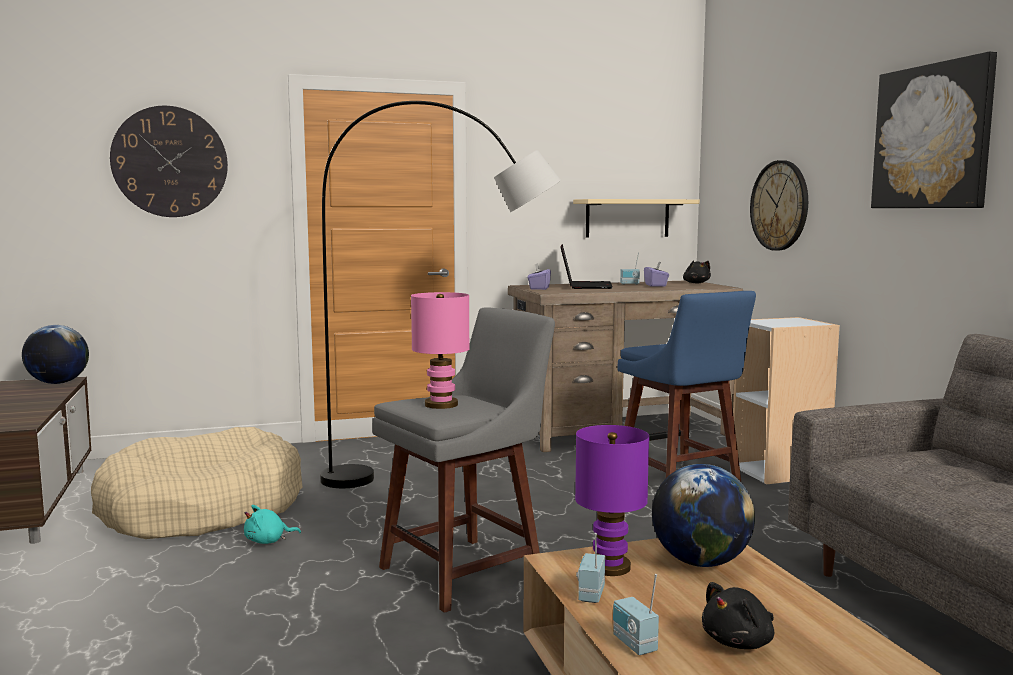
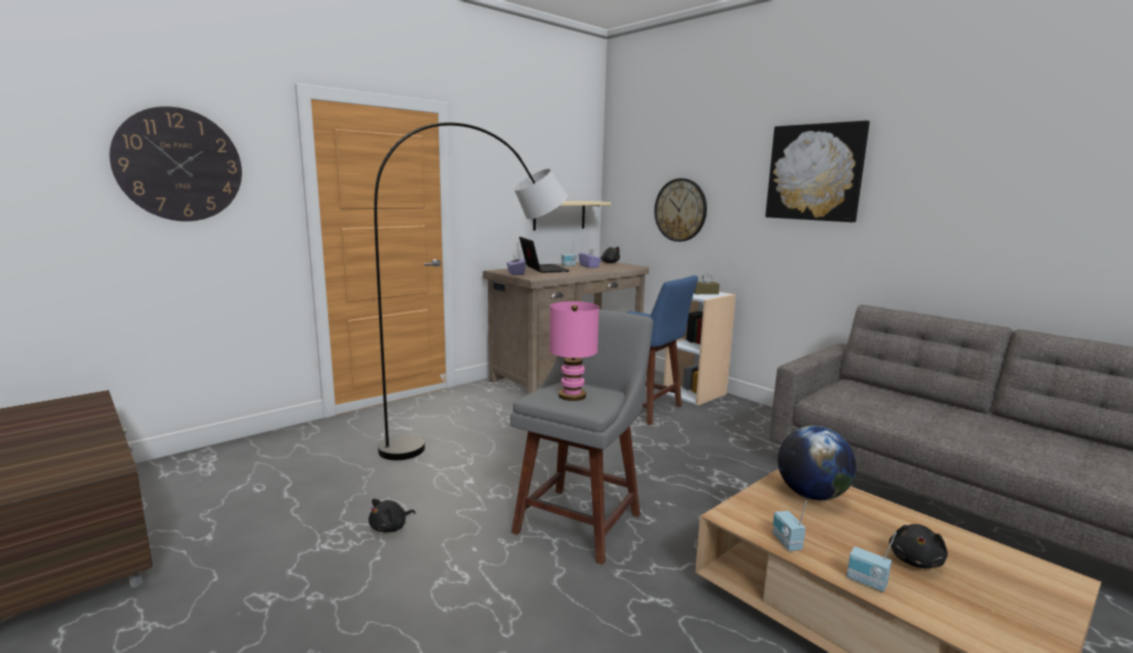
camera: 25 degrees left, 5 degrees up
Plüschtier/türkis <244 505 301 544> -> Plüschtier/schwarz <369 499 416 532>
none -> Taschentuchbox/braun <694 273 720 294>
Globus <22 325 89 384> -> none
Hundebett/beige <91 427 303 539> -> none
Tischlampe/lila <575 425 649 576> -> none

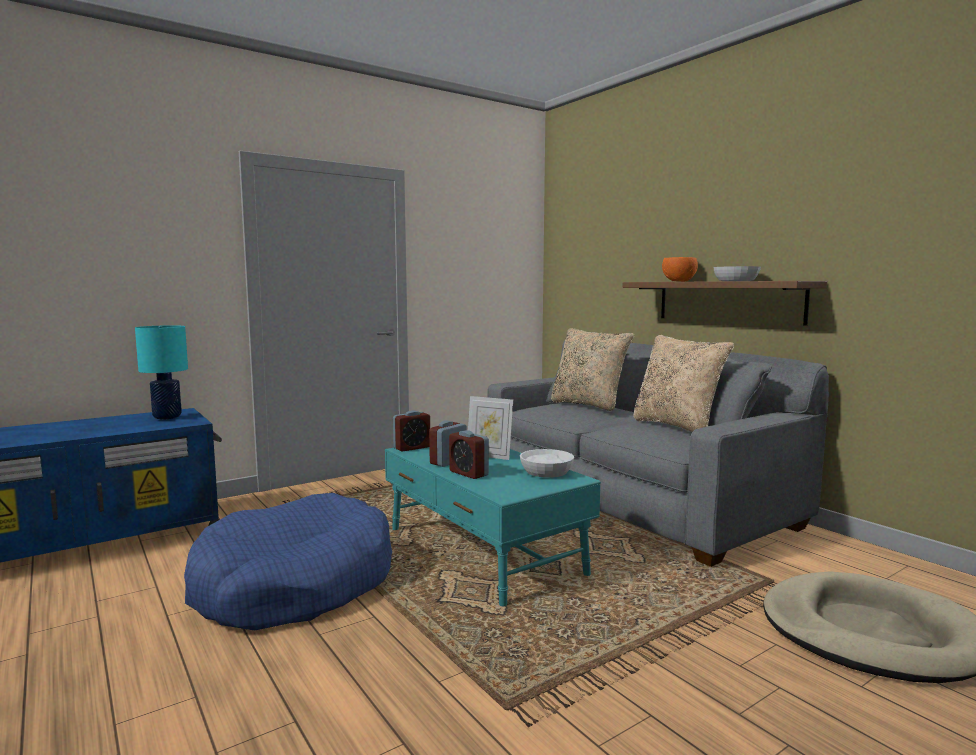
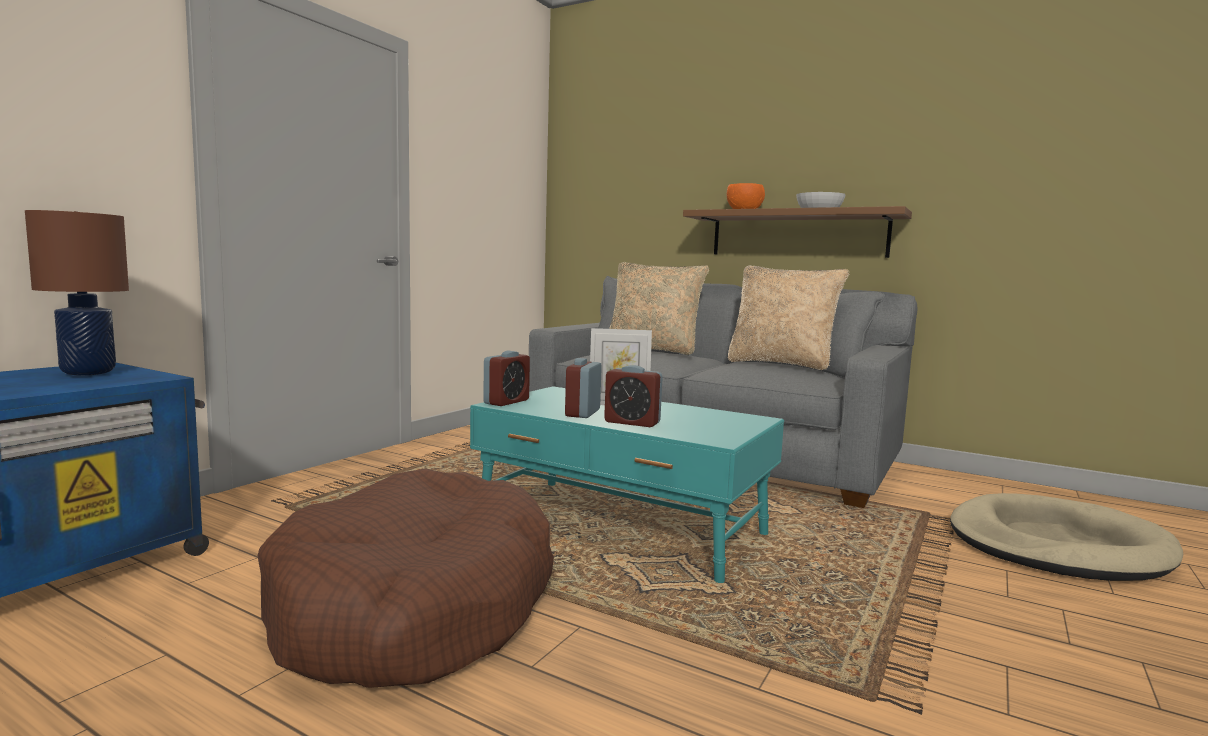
camera: 25 degrees left, 0 degrees up
Tischlampe/türkis <135 325 188 419> -> Tischlampe/braun <25 210 129 376>
Hundebett/blau <184 493 392 630> -> Hundebett/braun <258 468 554 688>
Schüssel/weiß <520 449 574 478> -> none

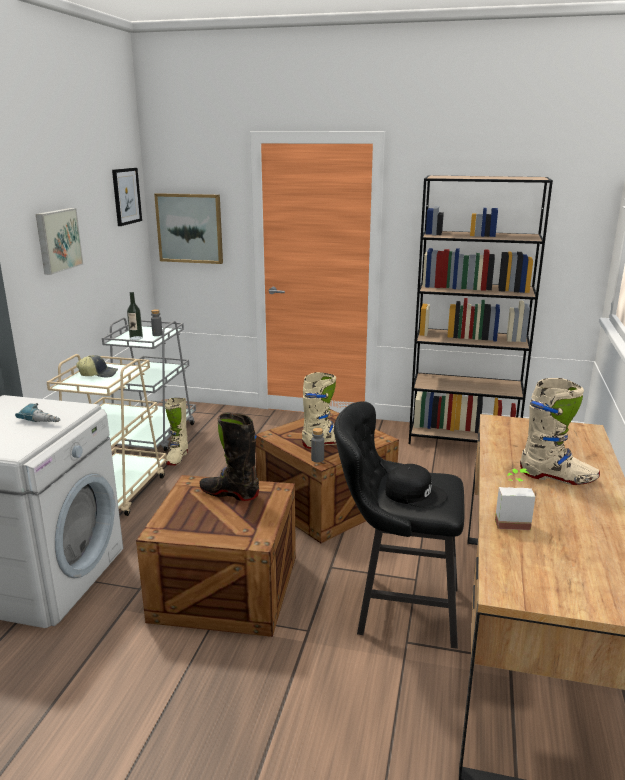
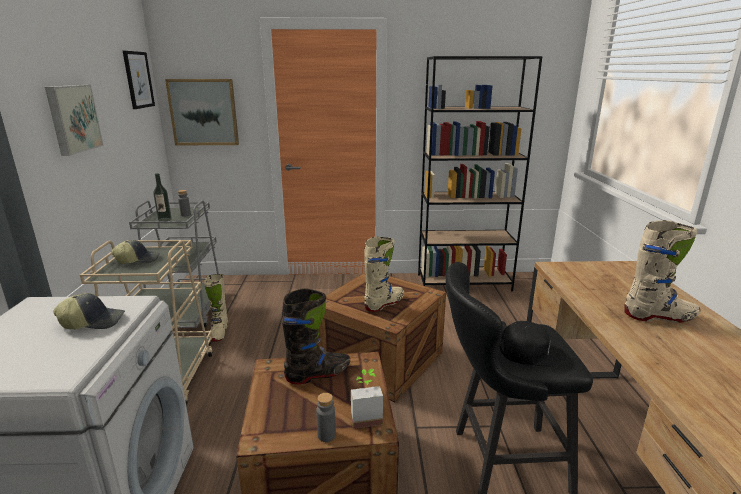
camera: 15 degrees left, 0 degrees up
Bohrmaschine <15 403 60 422> -> Kappe <53 293 125 329>
Stiefel/schwarz <199 413 259 501> -> Stiefel/schwarz <282 288 350 385>, 150 degrees clockwise
Flasche/grau <311 428 324 462> -> Flasche/grau <316 393 336 442>, shifted
Topfpflanze <495 468 535 530> -> Topfpflanze <351 369 383 429>, shifted

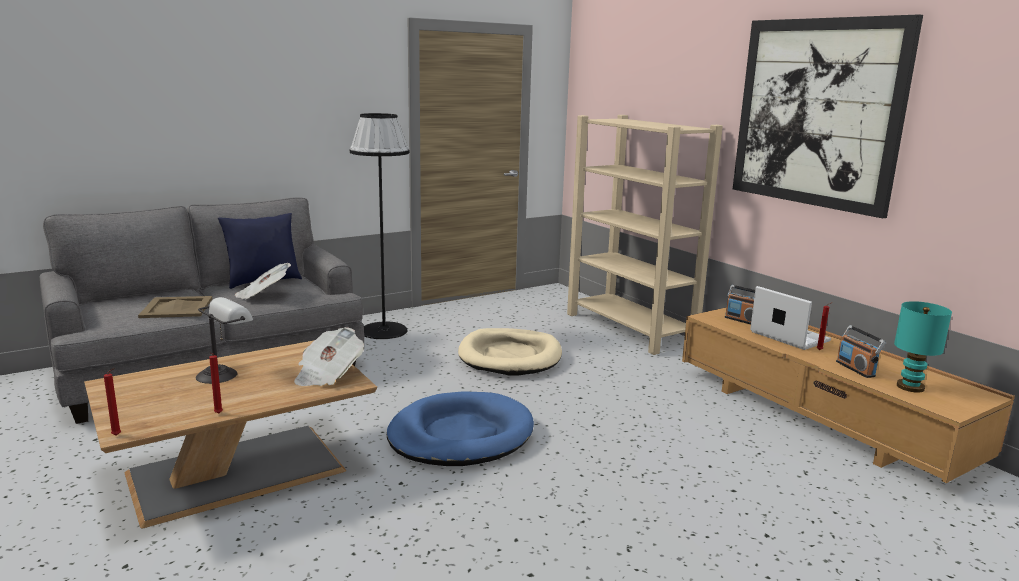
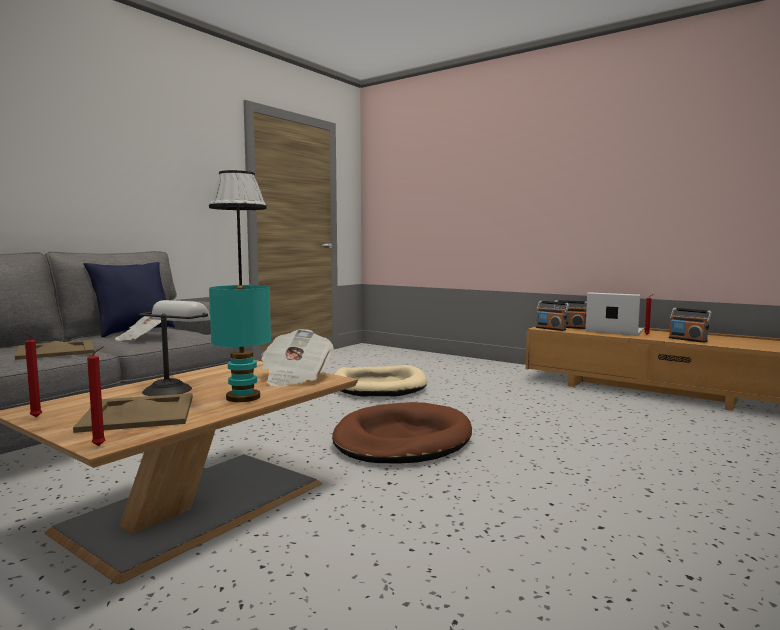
camera: 20 degrees left, 10 degrees down
Kerze/rot <209 352 223 414> -> Kerze/rot <25 333 42 417>, shifted
none -> Tablett/beige <73 393 193 433>
Tischlampe/türkis <894 301 952 393> -> Tischlampe/türkis <209 285 271 402>, shifted
Hundebett/blau <387 391 534 466> -> Hundebett/braun <332 402 472 463>
none -> Radio <536 301 569 331>
Bücherregal/beige <567 115 723 355> -> none
Bild <733 14 923 218> -> none

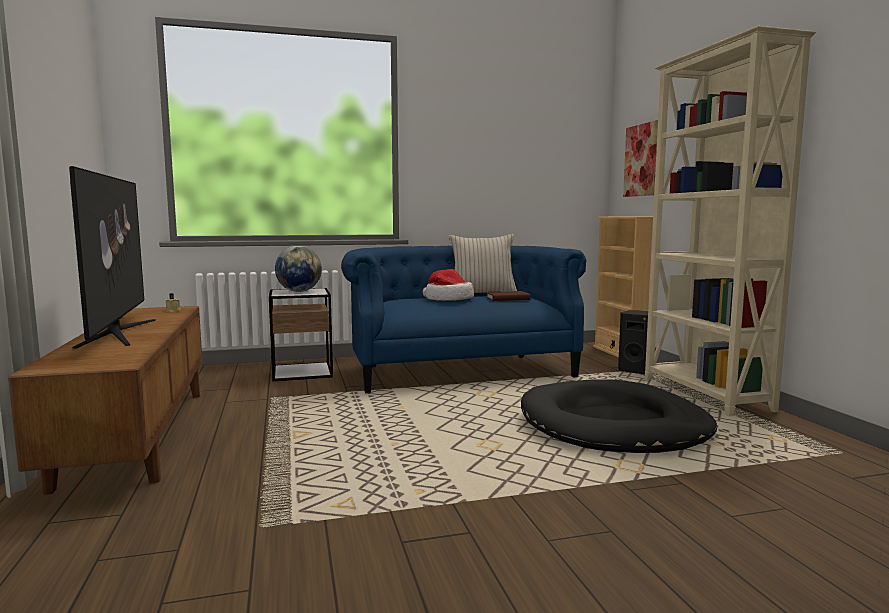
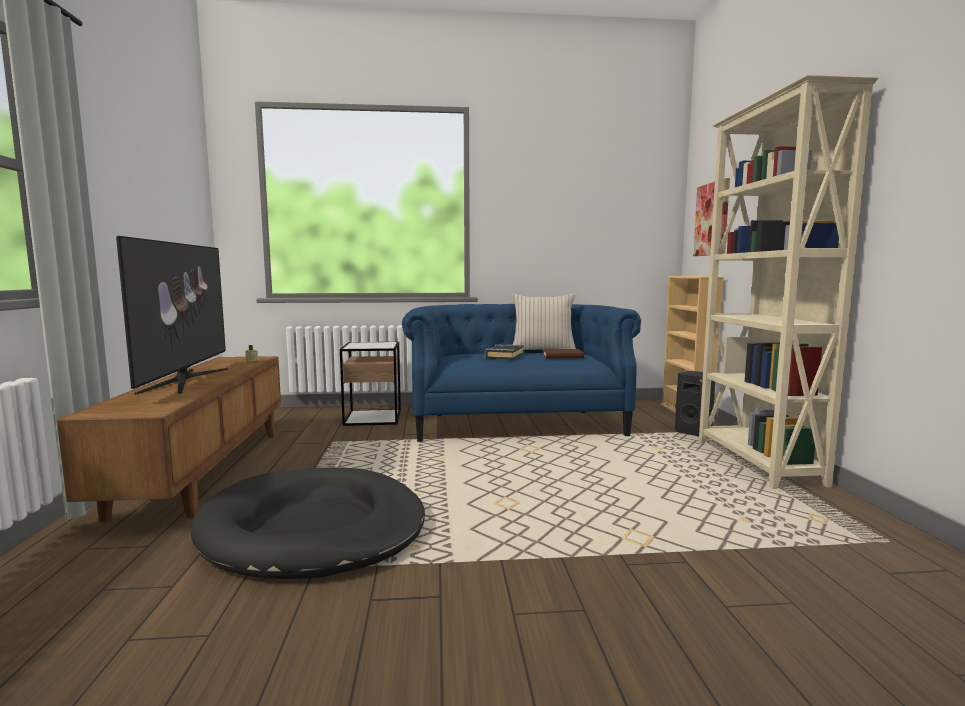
camera: 10 degrees right, 0 degrees up
Hundebett/schwarz <521 379 717 453> -> Hundebett/schwarz <191 467 425 579>, shifted
Hut <423 269 474 301> -> Buch/schwarz <485 344 524 360>
Globus <275 246 322 292> -> none

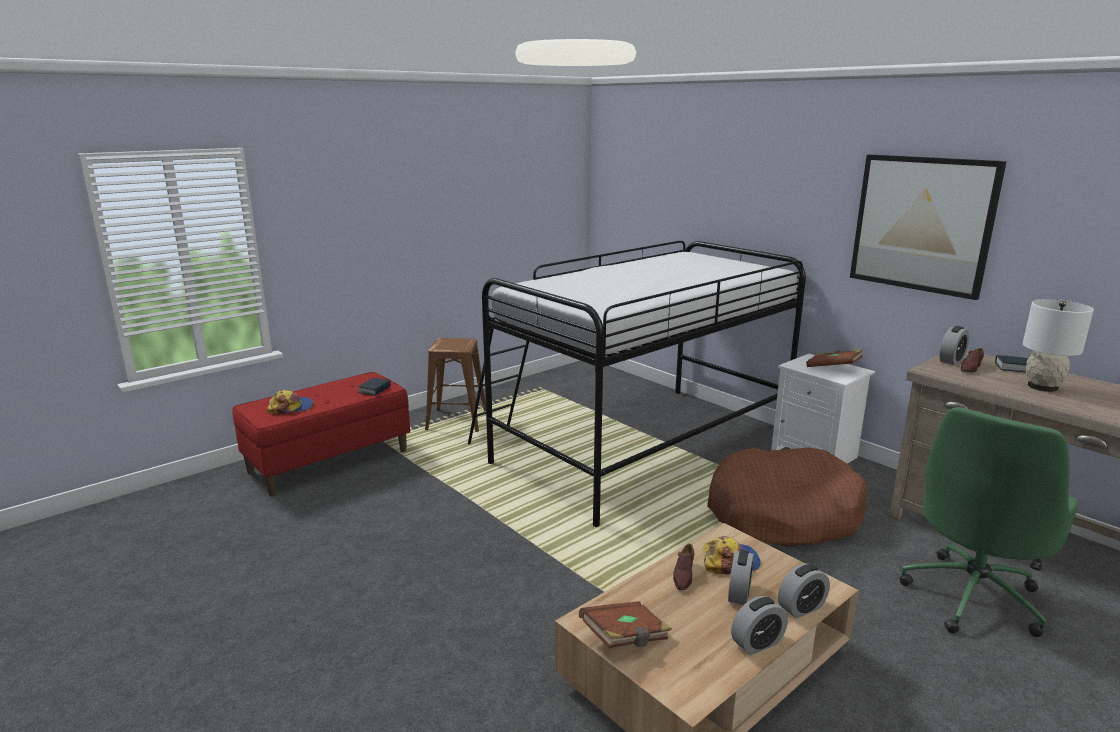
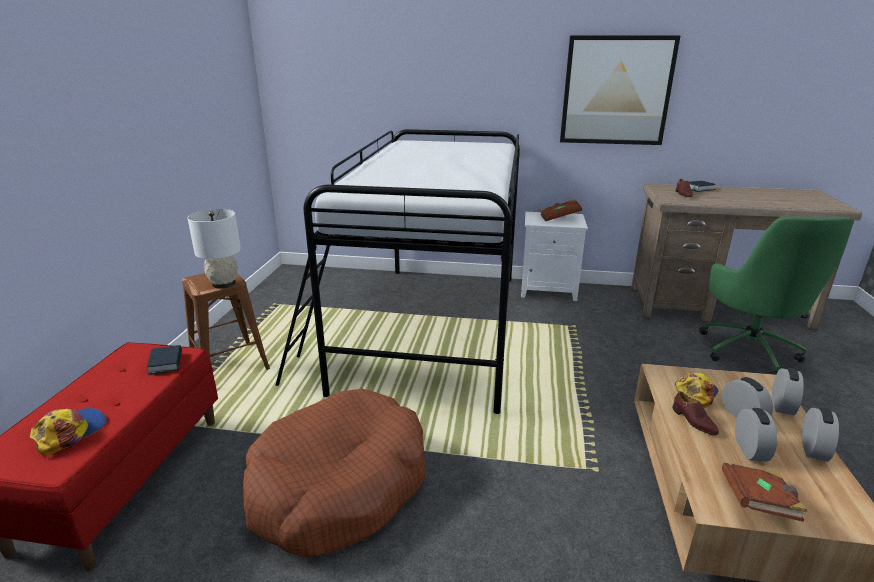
camera: 40 degrees left, 5 degrees up
Tischlampe/weiß <1023 299 1094 392> -> Tischlampe/weiß <188 209 241 288>, shifted
Hundebett/braun <707 447 867 547> -> Hundebett/braun <243 389 426 558>, shifted
Wecker <940 326 969 365> -> Wecker <735 408 777 462>, shifted

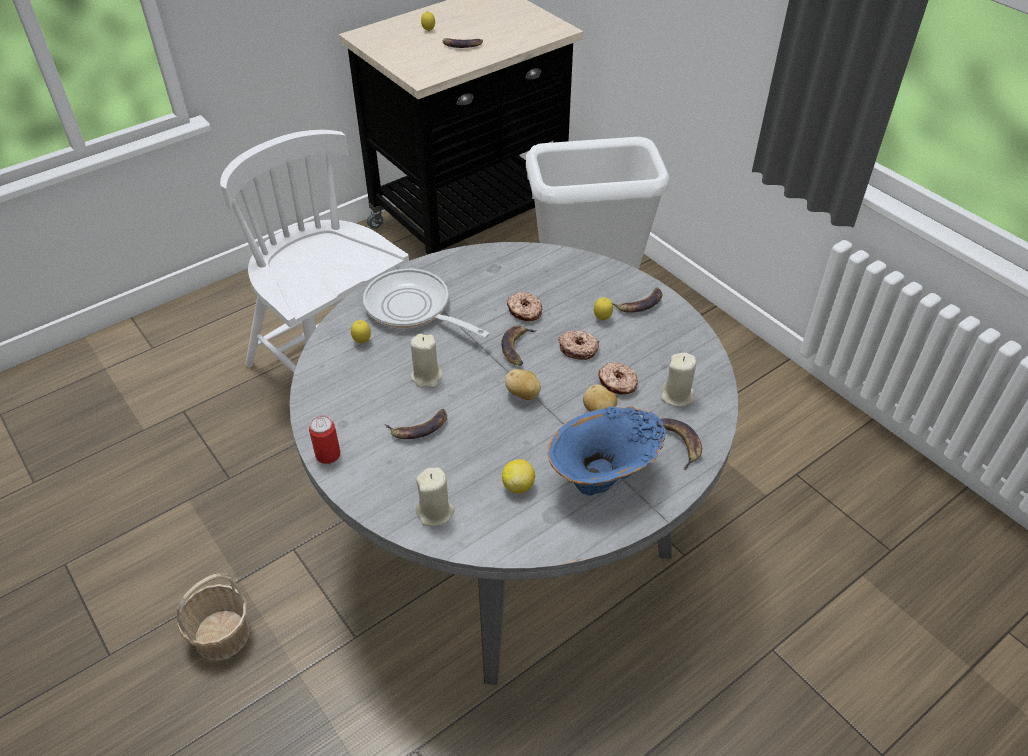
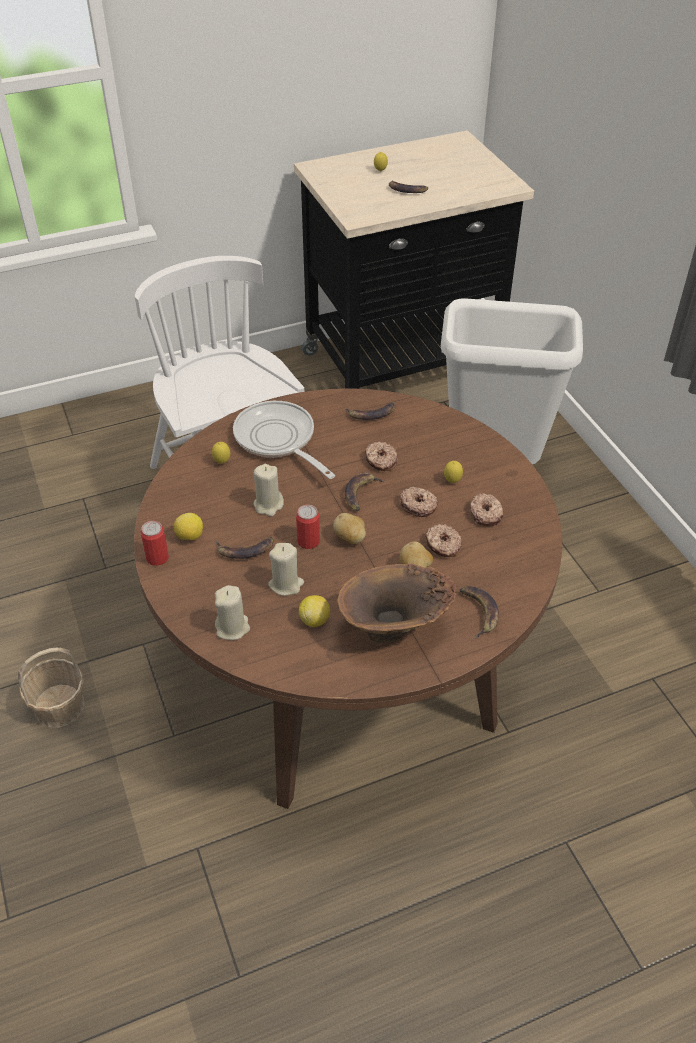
camera: 15 degrees right, 0 degrees up
Esstisch/grau <289 242 738 685> -> Esstisch/braun <134 388 562 809>
none -> Zitrone <174 513 203 540>
Kerze/beige <661 353 696 407> -> Kerze/beige <268 543 304 596>, shifted
none -> Dose <296 505 320 549>
Vase/blau <548 406 666 495> -> Vase/braun <337 563 456 643>
Banane <612 287 662 313> -> Banane <345 402 396 420>, shifted
none -> Donut <470 493 504 526>

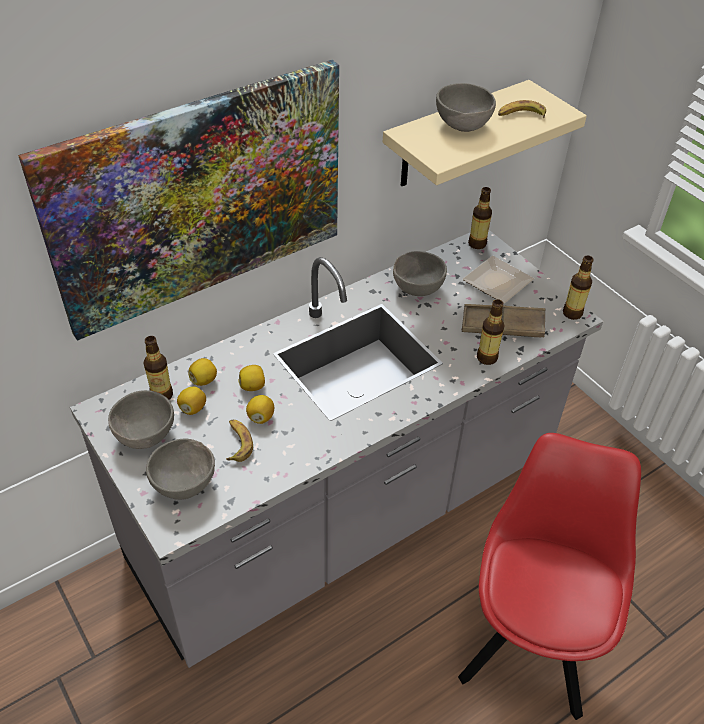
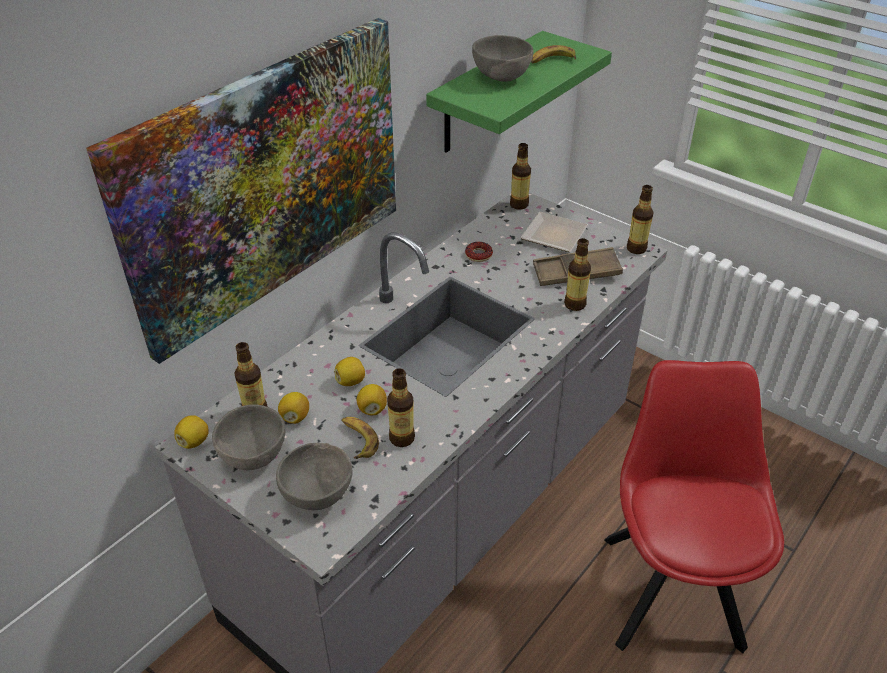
camera: 15 degrees left, 5 degrees down
Zitrone <188 358 217 386> -> Zitrone <174 415 209 449>, shifted
none -> Flasche <387 369 415 447>
Wandregal/beige <383 80 587 186> -> Wandregal/grün <426 31 612 153>
Schüssel/grau <393 251 447 296> -> Donut <465 242 493 262>

